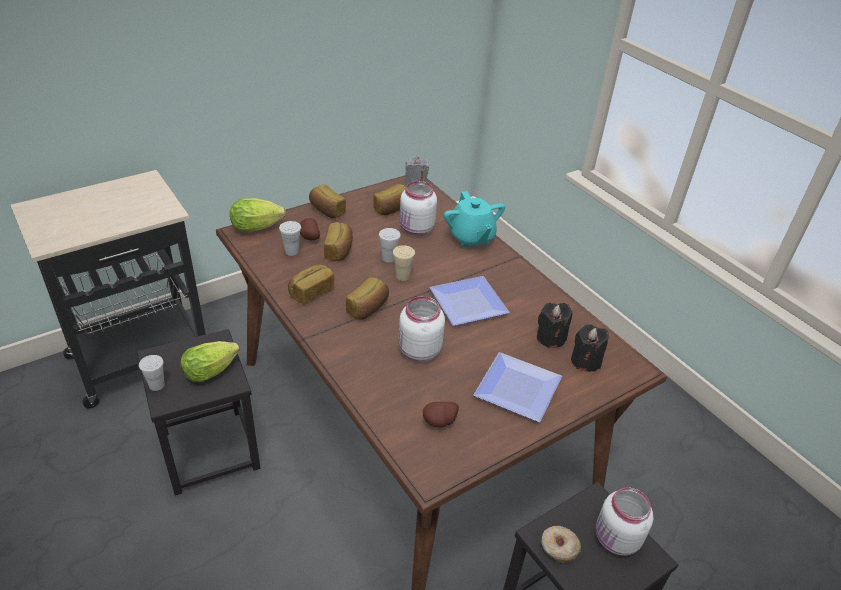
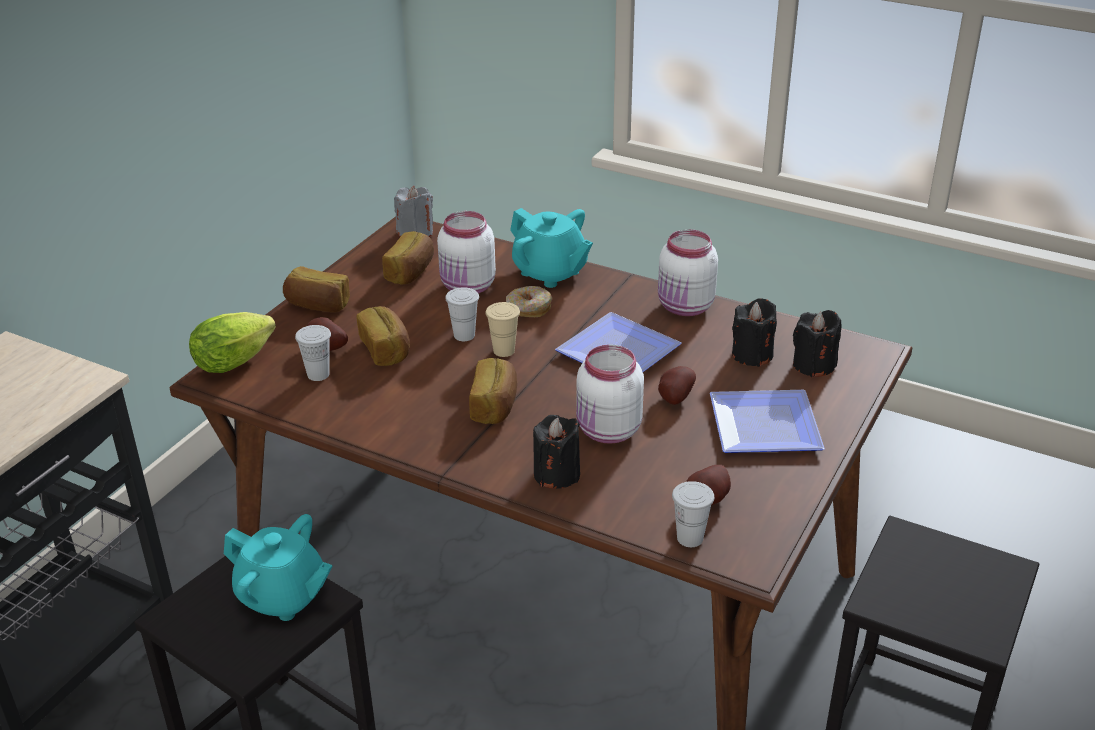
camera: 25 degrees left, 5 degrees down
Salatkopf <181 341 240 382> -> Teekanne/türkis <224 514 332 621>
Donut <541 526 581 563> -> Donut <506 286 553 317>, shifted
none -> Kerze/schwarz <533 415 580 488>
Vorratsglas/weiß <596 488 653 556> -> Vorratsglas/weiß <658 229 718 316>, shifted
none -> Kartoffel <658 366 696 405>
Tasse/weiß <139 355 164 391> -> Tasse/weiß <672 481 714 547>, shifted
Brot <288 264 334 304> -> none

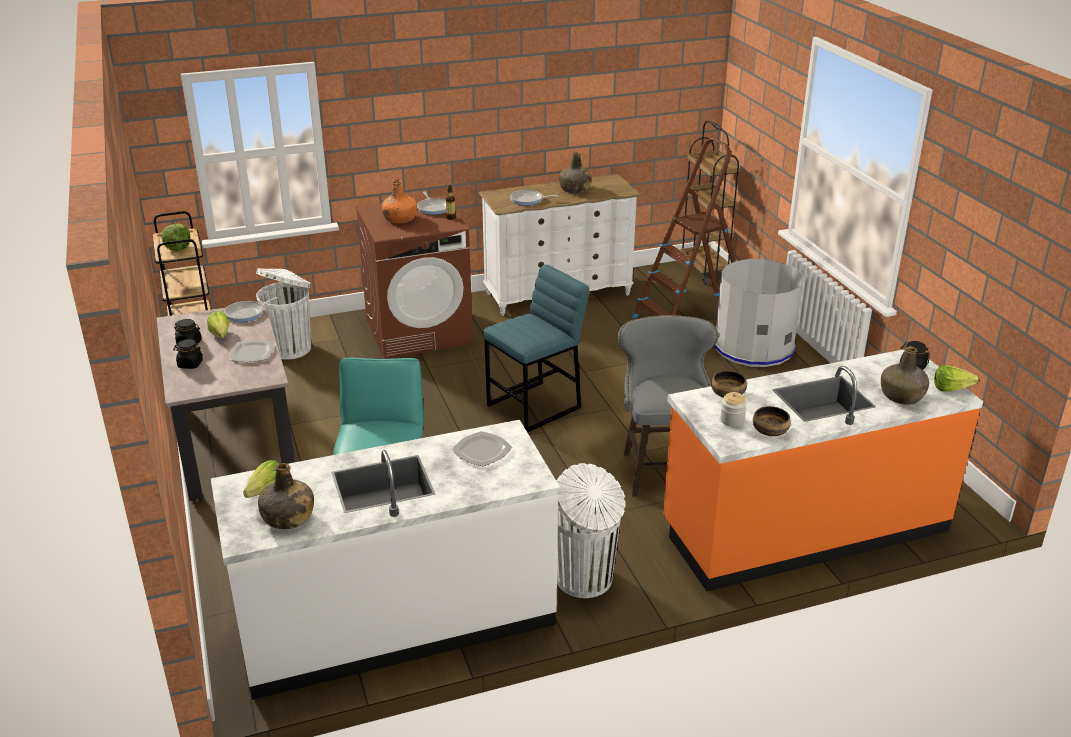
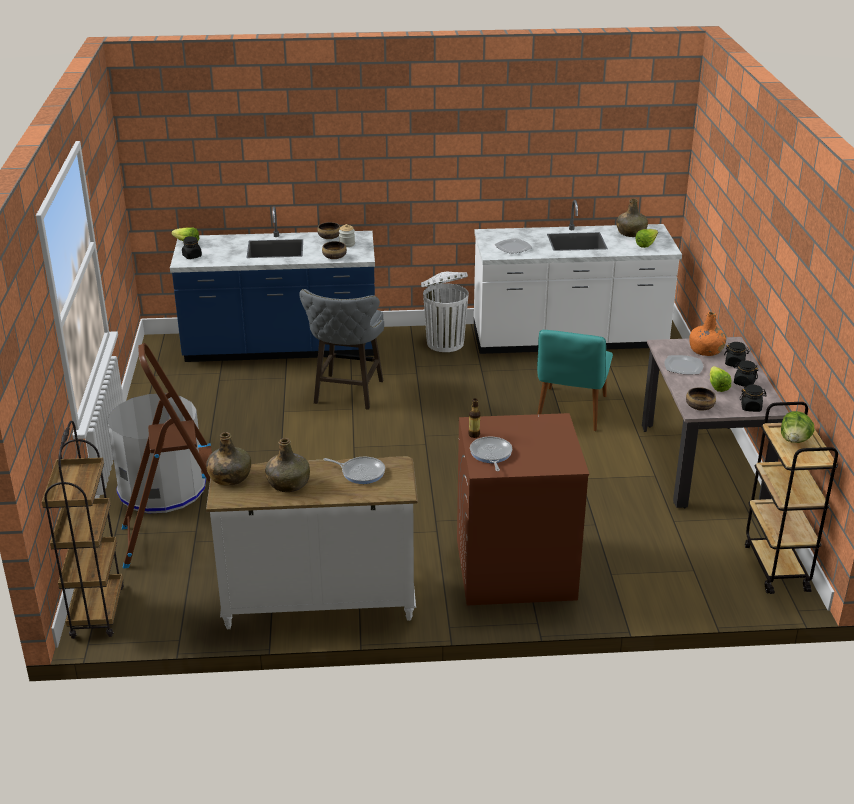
camera: 165 degrees left, 0 degrees up
Küchenzeile/orange <663 349 984 591> -> Küchenzeile/blau <170 206 375 362>
Flasche/grün <881 346 929 405> -> Flasche/grün <206 432 251 486>, shifted
Pfanne <224 297 279 322> -> Schüssel <686 387 716 411>
Flasche/orange <381 180 417 223> -> Flasche/orange <689 312 726 356>, shifted
none -> Vorratsglas/schwarz <740 384 767 412>
Mülleimer/weiß <256 268 311 360> -> none
Hocker/blau <483 265 590 432> -> none

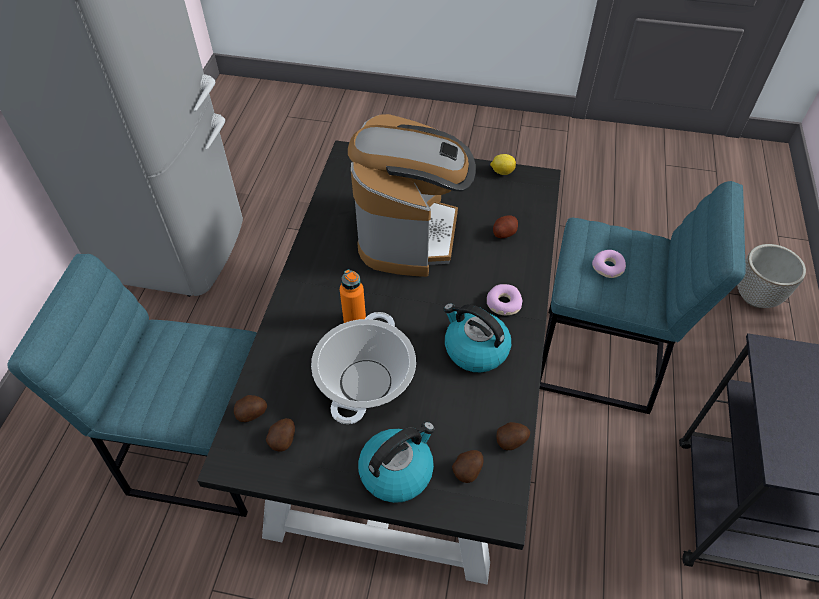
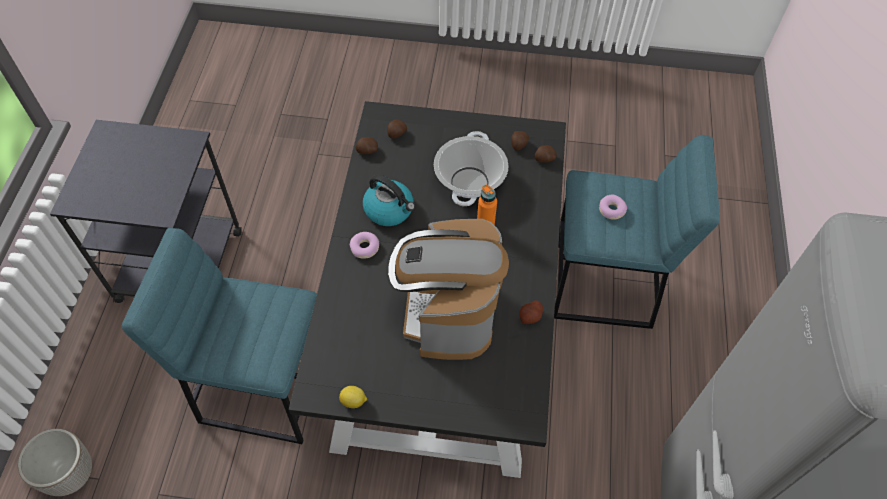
camera: 175 degrees right, 5 degrees up
Kartoffel <493 215 518 238> -> Kartoffel <519 300 543 324>, shifted
Donut <592 250 626 278> -> Donut <599 195 627 220>, shifted
Wasserkessel <358 421 435 503> -> none

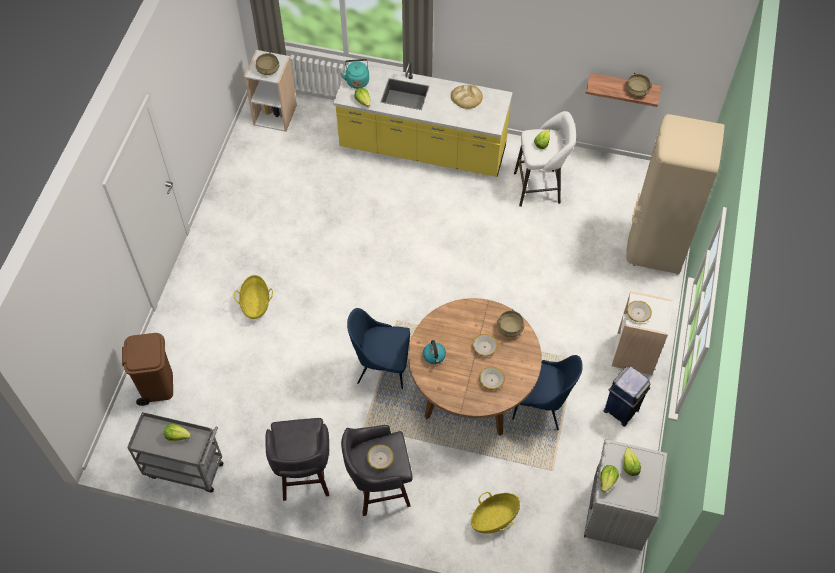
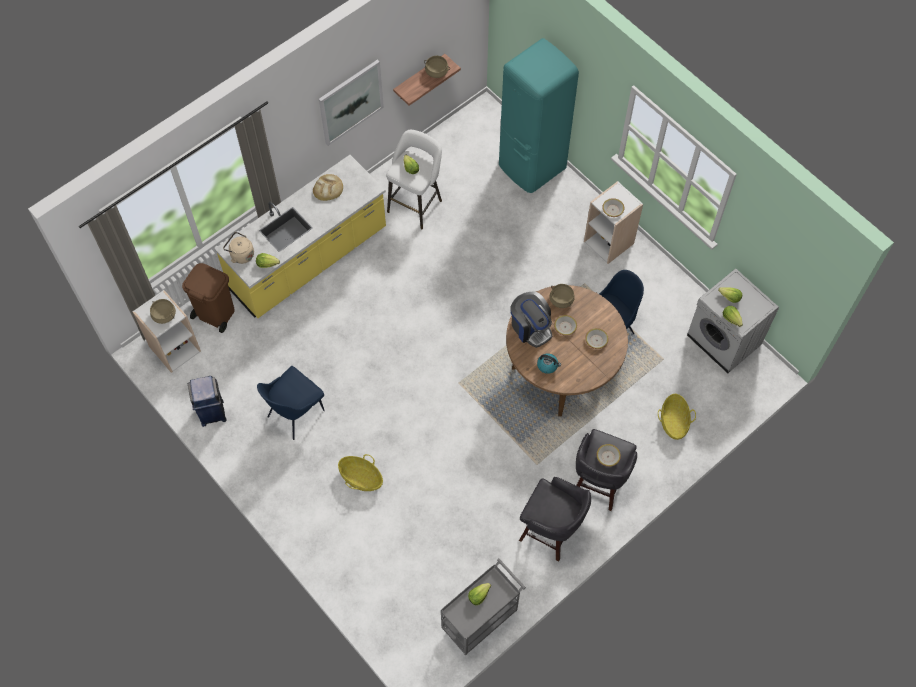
camera: 55 degrees left, 5 degrees up
Mülleimer/braun <122 333 173 406> -> Mülleimer/braun <182 263 235 333>, shifted
Mülleimer/blau <603 366 650 427> -> Mülleimer/blau <188 376 227 427>, shifted
Wasserkessel/türkis <340 59 369 89> -> Wasserkessel/beige <223 232 254 264>
Stuhl/blau <347 308 410 389> -> Stuhl/blau <257 366 325 440>, shifted
none -> Bild <319 59 384 146>
Kühlschrank/beige <626 114 725 274> -> Kühlschrank/türkis <499 38 579 193>
none -> Kaffeemaschine <511 291 552 348>

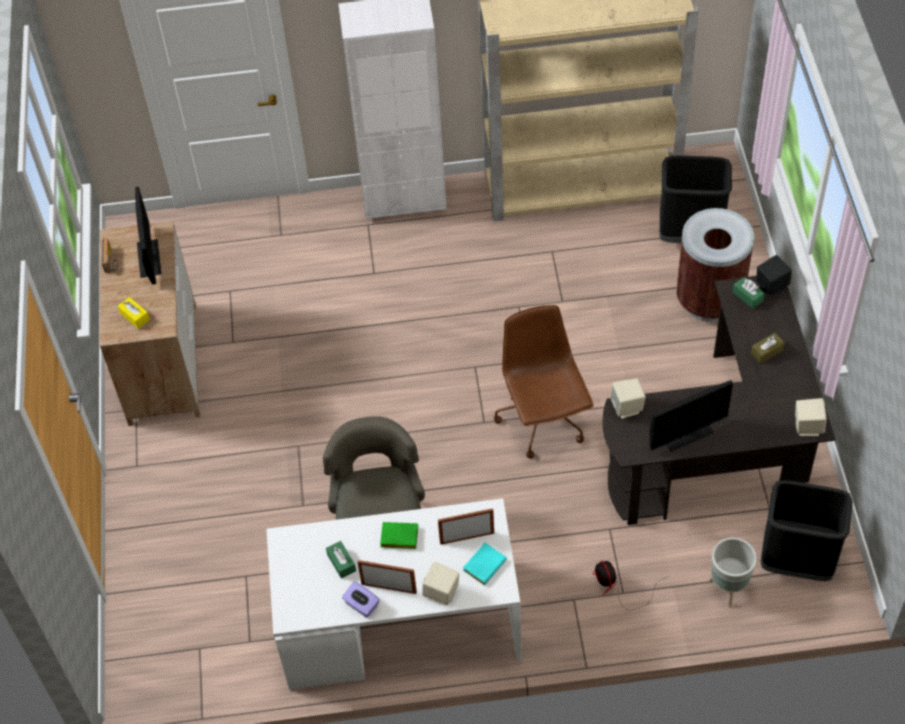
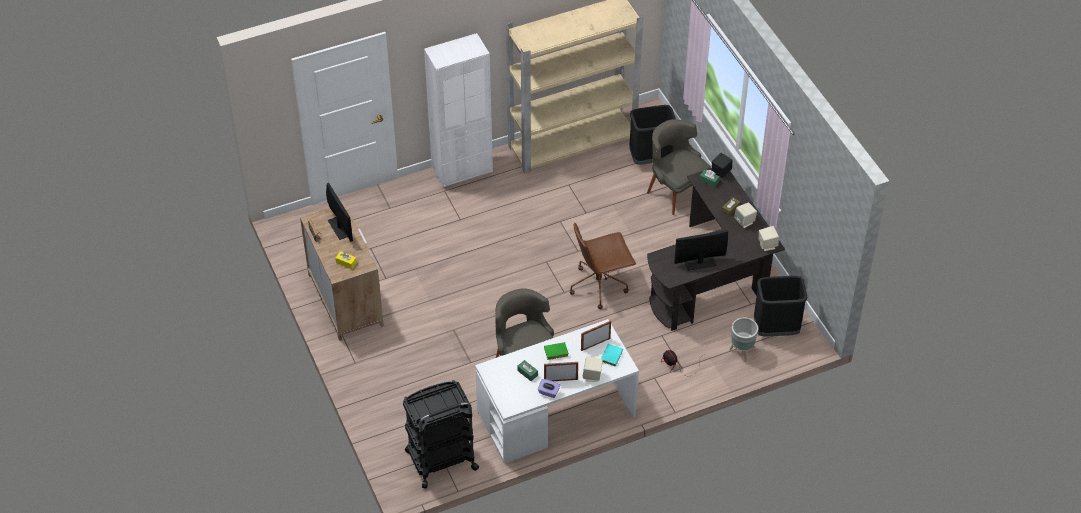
camera: 20 degrees left, 5 degrees down
none -> Rollwagen/schwarz <403 380 479 488>
Bürostuhl/braun <494 305 594 458> -> Bürostuhl/braun <570 222 636 309>, 75 degrees counterclockwise
Mülleimer/braun <676 208 754 322> -> Stuhl/grau <647 119 711 215>
Monitor <650 380 733 452> -> Monitor <674 230 728 271>, 150 degrees counterclockwise
Lautsprecher/beige <610 378 646 419> -> Lautsprecher/beige <734 202 757 228>, shifted

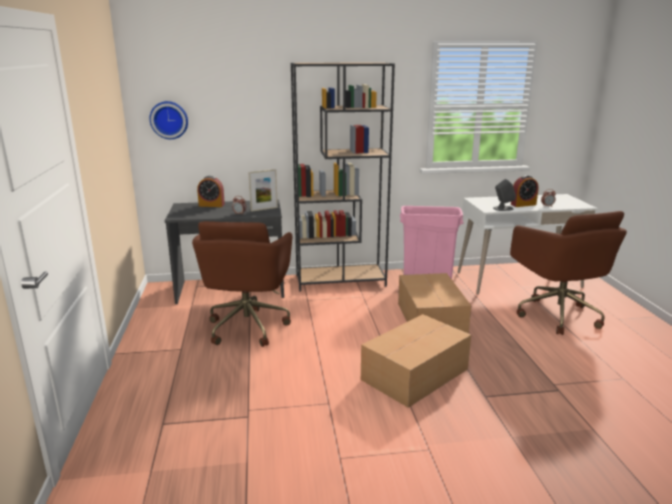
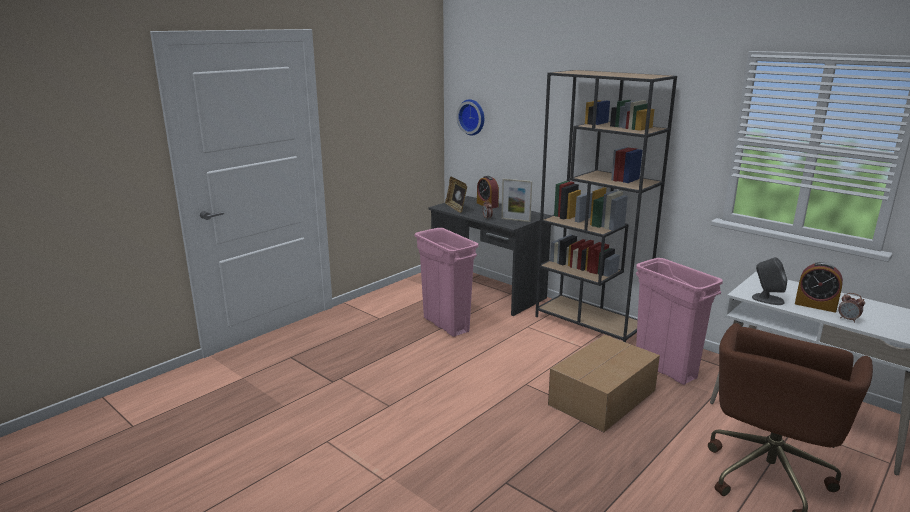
camera: 50 degrees right, 0 degrees up
Bürostuhl/braun <192 221 293 347> -> Mülleimer/rosa <414 228 479 337>
none -> Bilderrahmen <445 177 467 213>
Karton <361 314 471 408> -> none

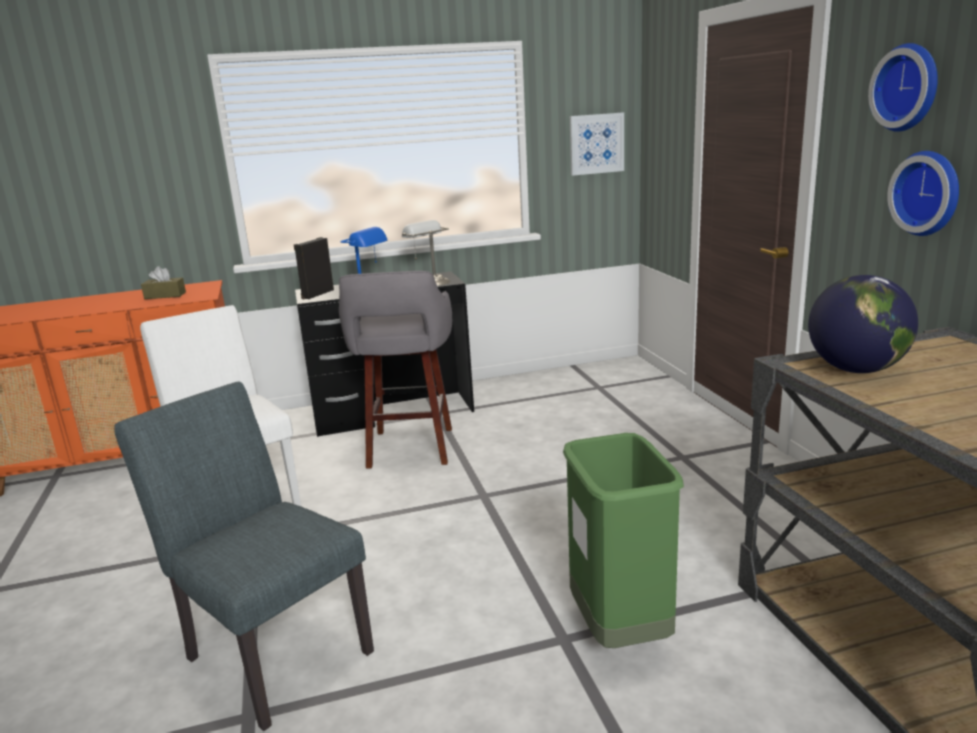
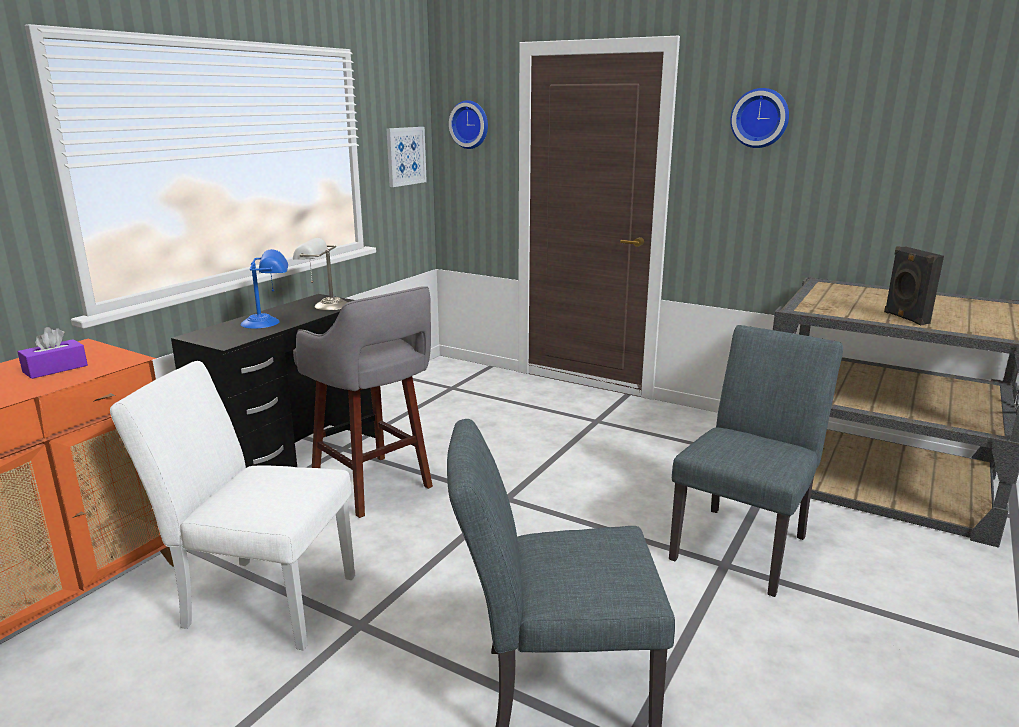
camera: 45 degrees left, 0 degrees up
Taschentuchbox/braun <141 266 186 299> -> Taschentuchbox/lila <18 327 88 379>
Wanduhr <887 151 959 236> -> Wanduhr <449 100 488 149>, shifted
Mülleimer/grün <563 433 684 648> -> Stuhl/grau <669 325 843 597>
Lautsprecher/schwarz <294 237 334 299> -> Lautsprecher/schwarz <884 246 944 325>, shifted
Globus <808 275 918 373> -> none

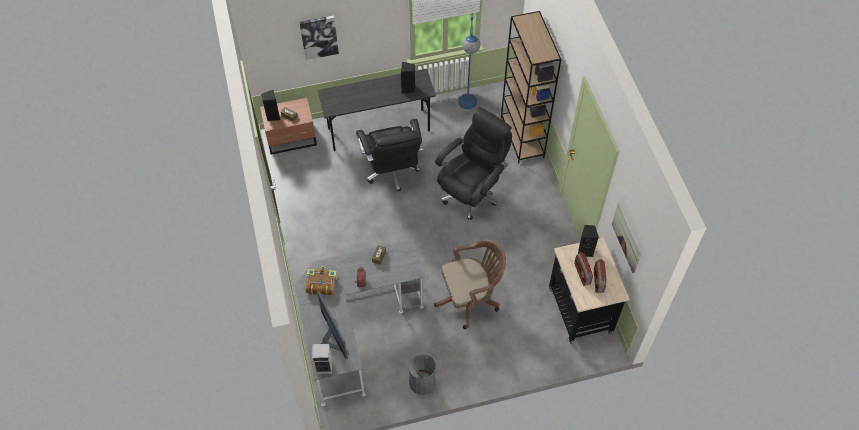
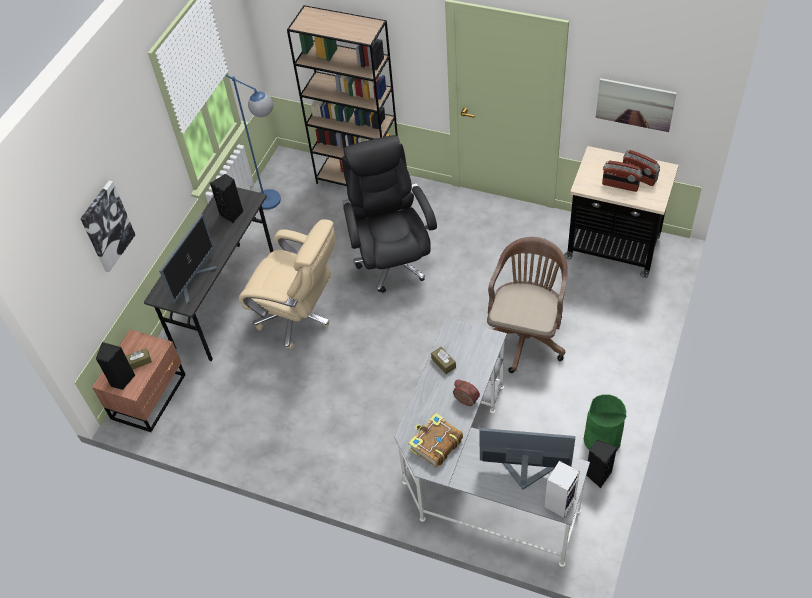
camera: 50 degrees left, 5 degrees down
none -> Monitor <159 214 217 305>
Bürostuhl/schwarz <356 119 423 191> -> Bürostuhl/beige <239 219 335 349>
Mülleimer/grau <408 354 436 395> -> Mülleimer/grün <584 394 626 451>
Lautsprecher/schwarz <578 225 599 257> -> Lautsprecher/schwarz <586 440 617 488>, shifted

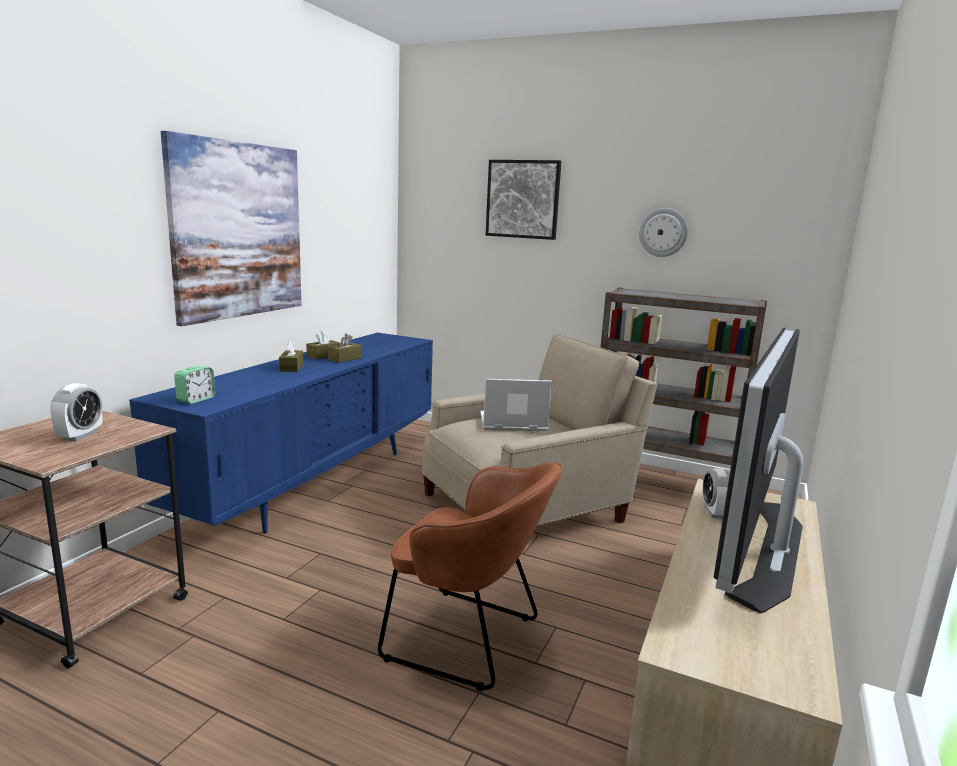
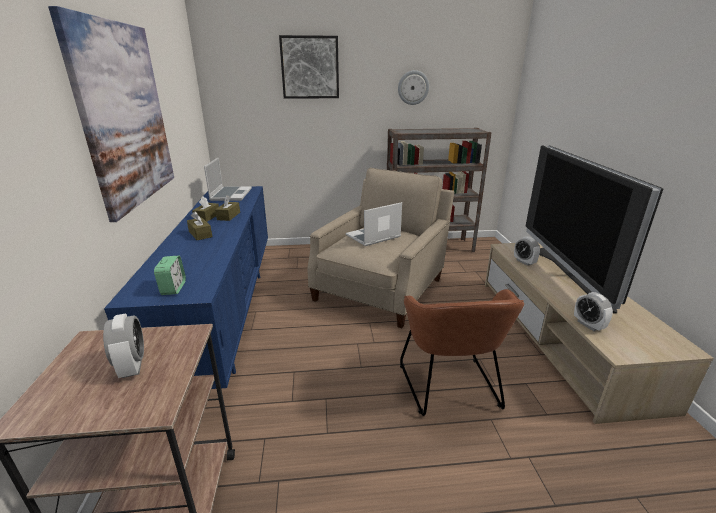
camera: 30 degrees left, 10 degrees up
none -> Laptop <204 157 252 201>
Sessel/braun <378 462 563 691> -> Sessel/braun <400 289 524 416>, 90 degrees clockwise
none -> Wecker <574 292 613 331>

